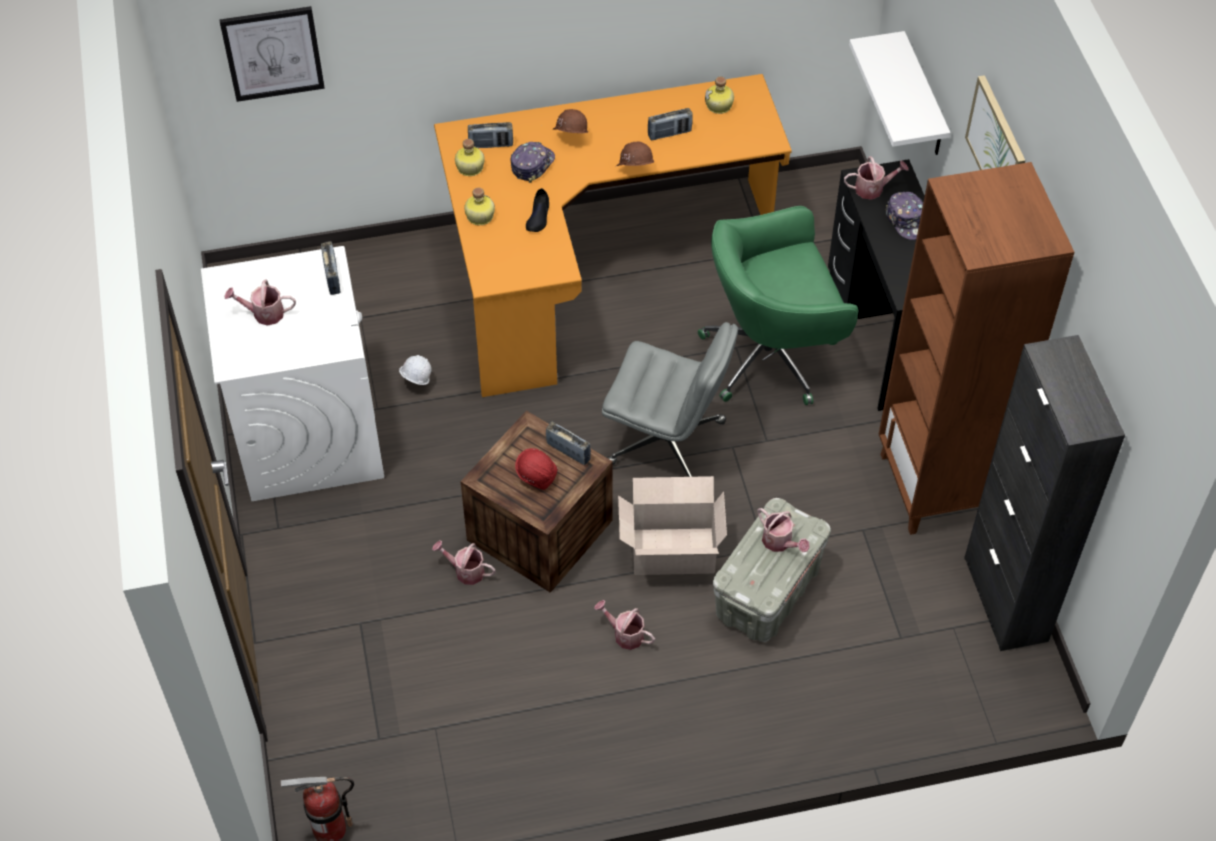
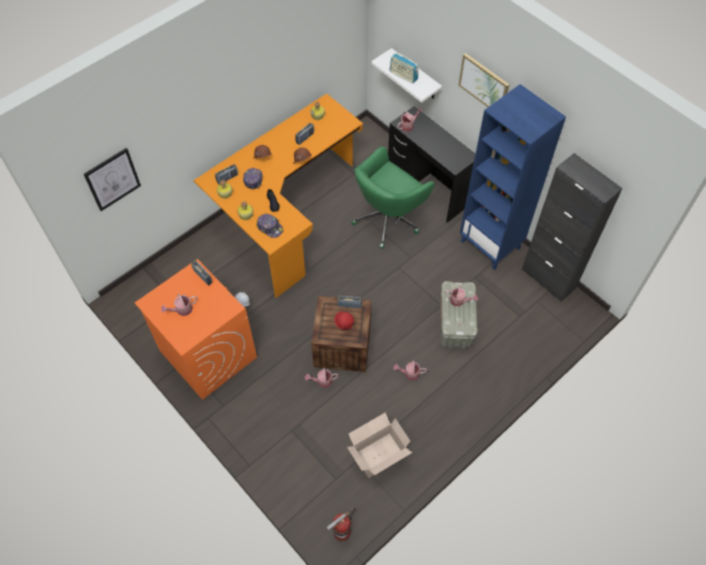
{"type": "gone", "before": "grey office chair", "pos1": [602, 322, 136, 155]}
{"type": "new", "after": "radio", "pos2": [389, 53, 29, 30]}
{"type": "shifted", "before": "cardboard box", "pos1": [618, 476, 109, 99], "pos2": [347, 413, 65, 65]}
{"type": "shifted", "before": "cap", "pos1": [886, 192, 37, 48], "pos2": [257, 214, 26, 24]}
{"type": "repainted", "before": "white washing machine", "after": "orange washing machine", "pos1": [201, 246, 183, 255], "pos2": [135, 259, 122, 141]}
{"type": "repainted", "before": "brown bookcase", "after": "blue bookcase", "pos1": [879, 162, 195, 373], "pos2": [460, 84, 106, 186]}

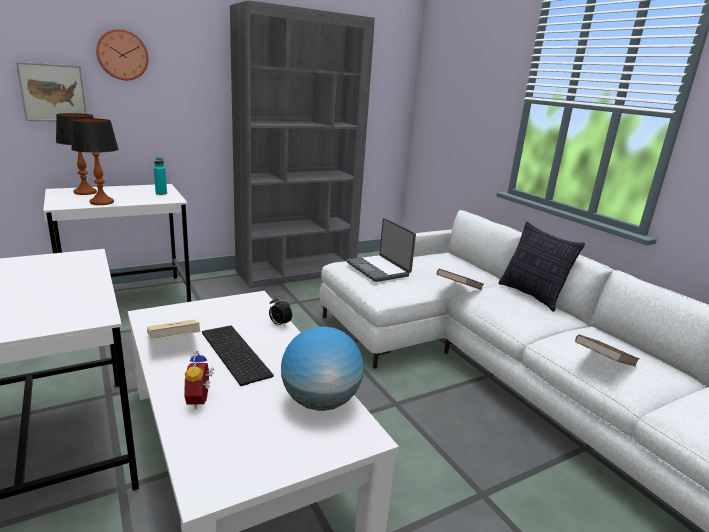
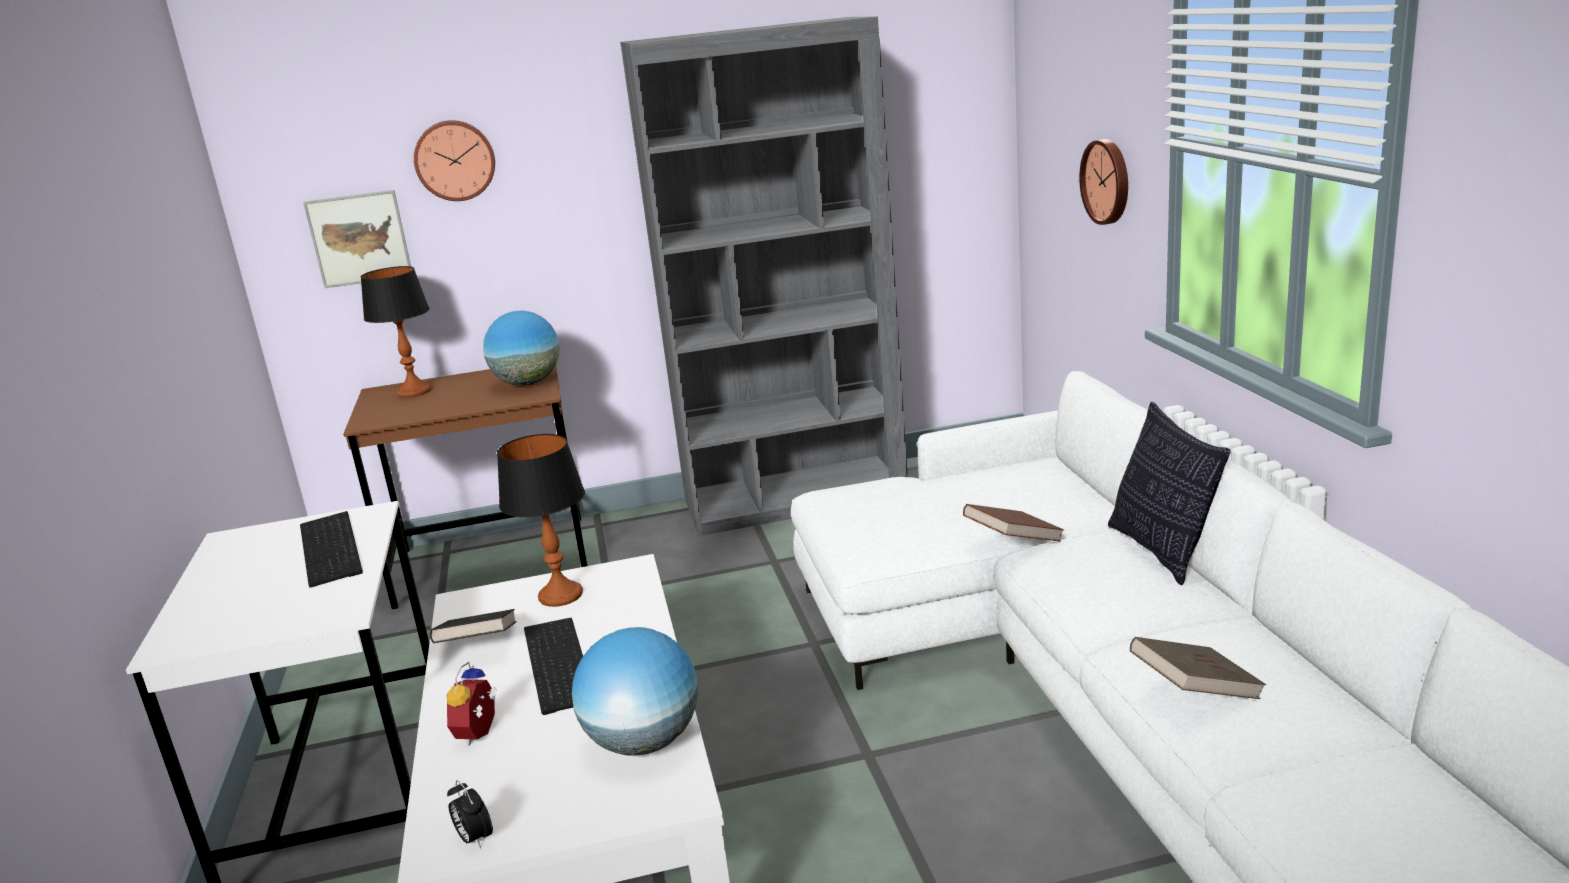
{"type": "gone", "before": "laptop", "pos1": [347, 218, 69, 64]}
{"type": "new", "after": "keyboard", "pos2": [300, 511, 63, 77]}
{"type": "new", "after": "wall clock", "pos2": [1079, 139, 49, 86]}
{"type": "shifted", "before": "table lamp", "pos1": [71, 118, 48, 87], "pos2": [497, 434, 88, 173]}
{"type": "shifted", "before": "alarm clock", "pos1": [269, 296, 23, 30], "pos2": [447, 780, 46, 69]}
{"type": "swapped", "before": "turquoise bottle", "after": "globe", "pos1": [154, 157, 13, 38], "pos2": [483, 311, 77, 75]}
{"type": "repainted", "before": "white desk", "after": "brown desk", "pos1": [43, 184, 148, 118], "pos2": [343, 365, 244, 244]}
{"type": "repainted", "before": "beige book", "after": "black book", "pos1": [147, 320, 54, 20], "pos2": [430, 609, 87, 34]}

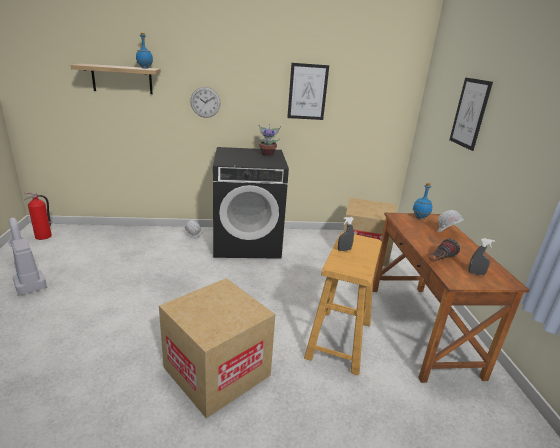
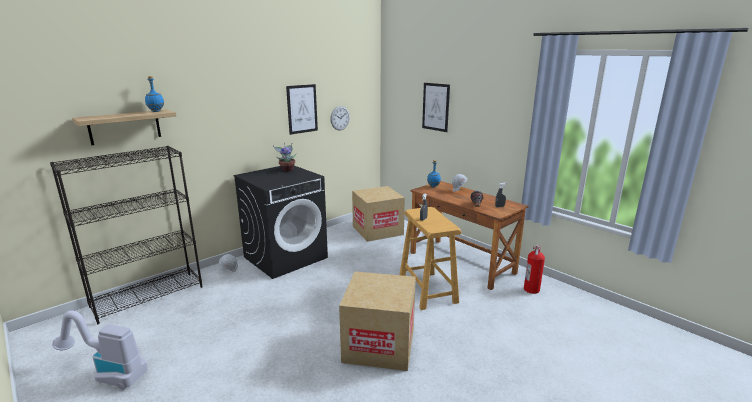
{"type": "new", "after": "black bookcase", "pos2": [50, 146, 153, 178]}
{"type": "shifted", "before": "fire extinguisher", "pos1": [24, 192, 28, 48], "pos2": [524, 245, 21, 49]}
{"type": "shifted", "before": "wall clock", "pos1": [190, 87, 31, 31], "pos2": [330, 106, 20, 24]}

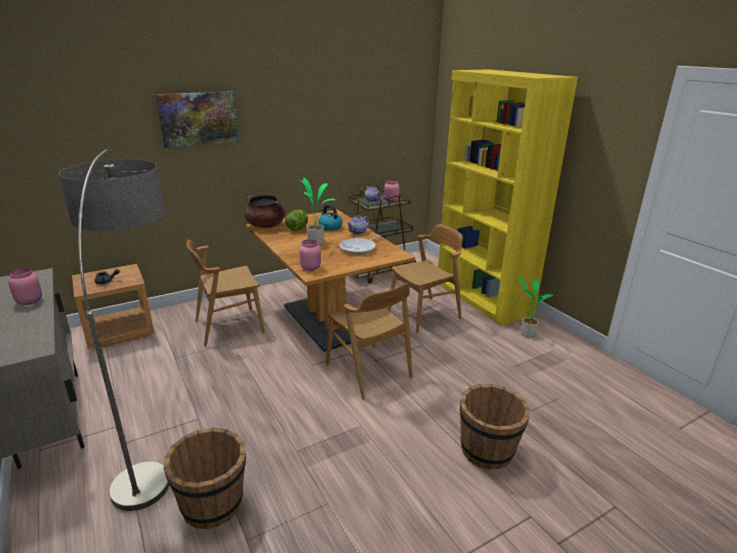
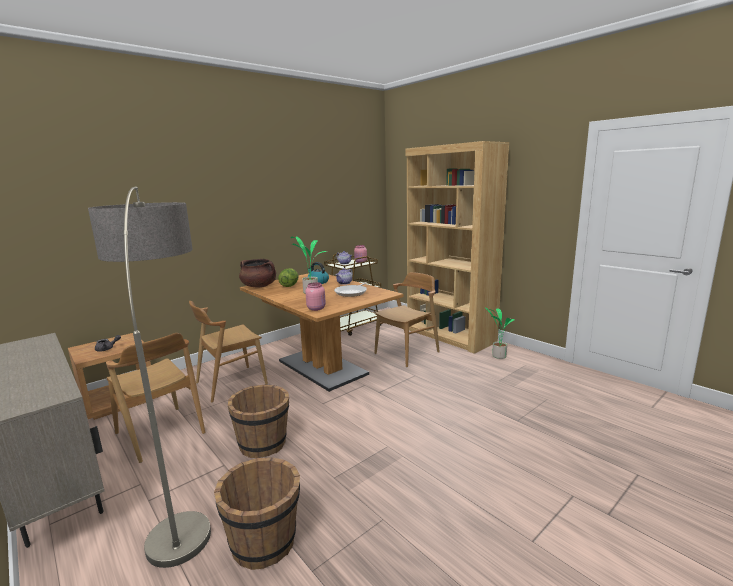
{"type": "gone", "before": "pink jar", "pos1": [8, 268, 34, 37]}
{"type": "gone", "before": "picture", "pos1": [156, 91, 83, 57]}
{"type": "shifted", "before": "brown chair", "pos1": [326, 283, 87, 117], "pos2": [106, 333, 99, 130]}
{"type": "shifted", "before": "brown bucket", "pos1": [460, 384, 70, 86], "pos2": [228, 384, 61, 74]}
{"type": "repainted", "before": "yellow bookcase", "after": "brown bookcase", "pos1": [438, 69, 140, 257], "pos2": [405, 141, 104, 213]}

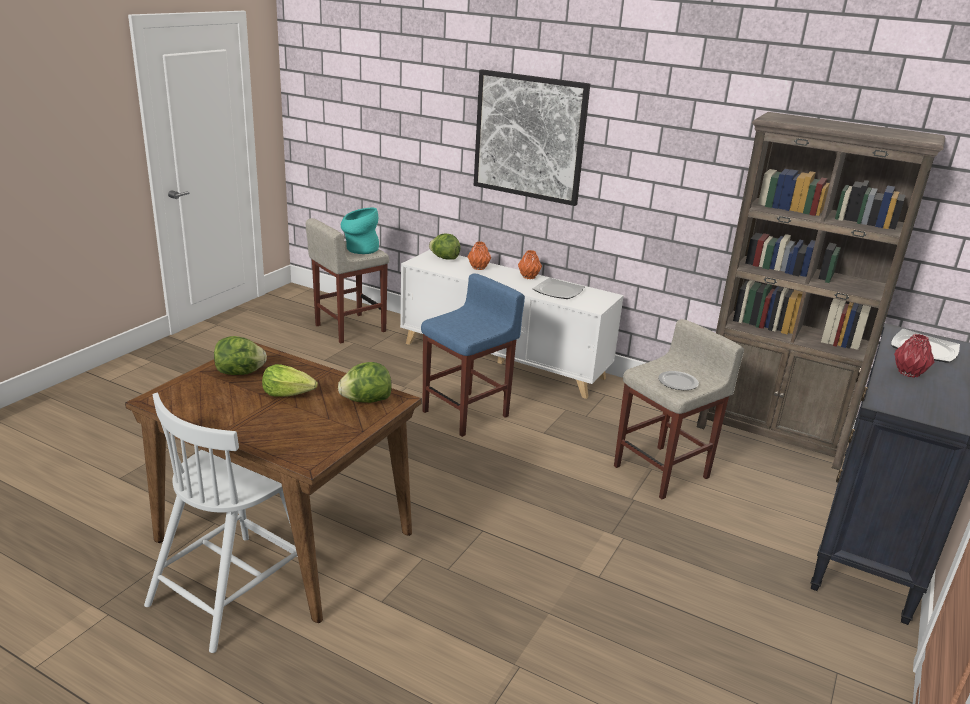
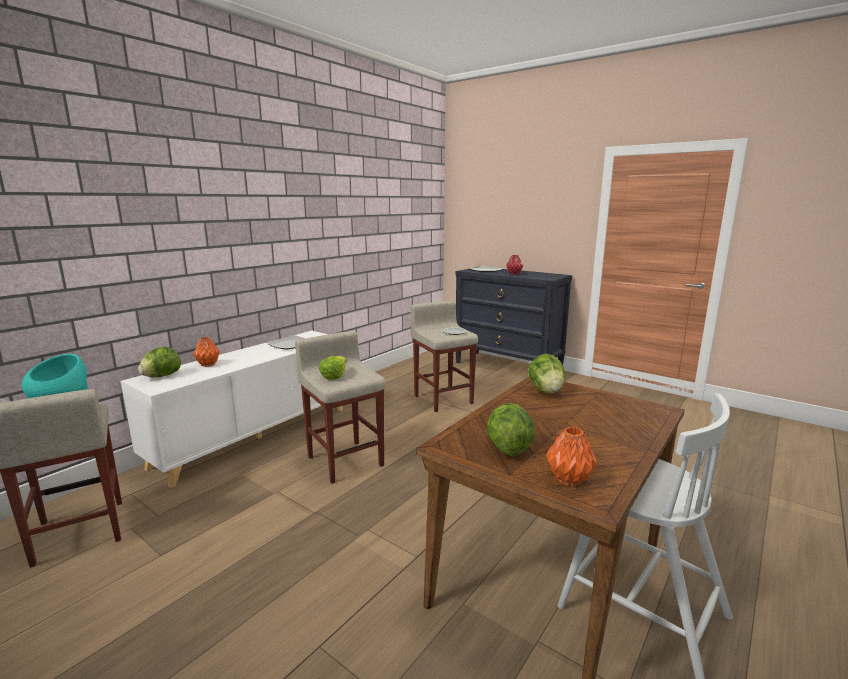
{"type": "gone", "before": "picture", "pos1": [474, 69, 116, 137]}
{"type": "gone", "before": "brown bookcase", "pos1": [697, 112, 248, 358]}
{"type": "shifted", "before": "lettuce", "pos1": [262, 364, 56, 33], "pos2": [319, 356, 27, 24]}
{"type": "shifted", "before": "orange vase", "pos1": [518, 250, 24, 29], "pos2": [546, 427, 51, 60]}
{"type": "repainted", "before": "blue stool", "after": "beige stool", "pos1": [421, 273, 104, 164], "pos2": [295, 331, 91, 153]}

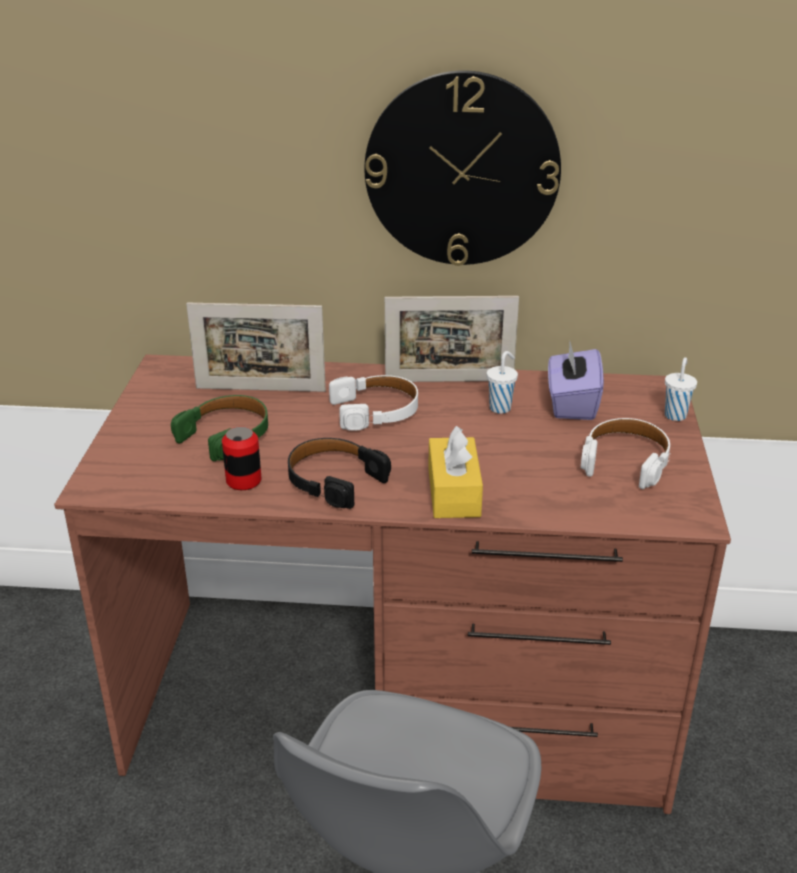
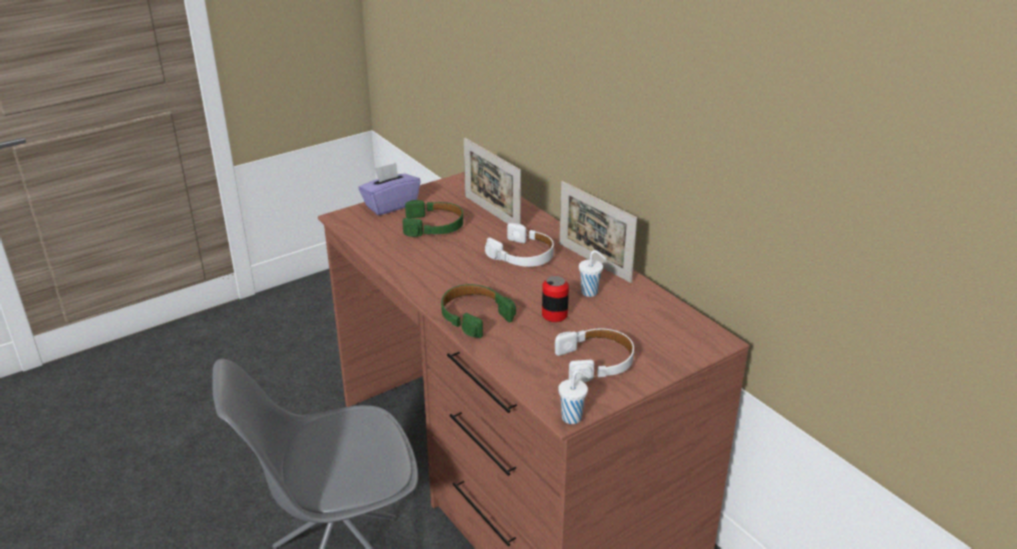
{"type": "gone", "before": "black headphones", "pos1": [288, 438, 103, 71]}
{"type": "gone", "before": "wall clock", "pos1": [364, 70, 197, 196]}
{"type": "shifted", "before": "can", "pos1": [222, 427, 39, 63], "pos2": [542, 276, 27, 46]}
{"type": "shifted", "before": "purple tissue box", "pos1": [548, 342, 56, 78], "pos2": [359, 163, 61, 52]}
{"type": "shifted", "before": "white cup", "pos1": [665, 357, 32, 64], "pos2": [558, 370, 32, 54]}
{"type": "swapped", "before": "yellow tissue box", "after": "green headphones", "pos1": [428, 426, 55, 92], "pos2": [441, 284, 75, 54]}

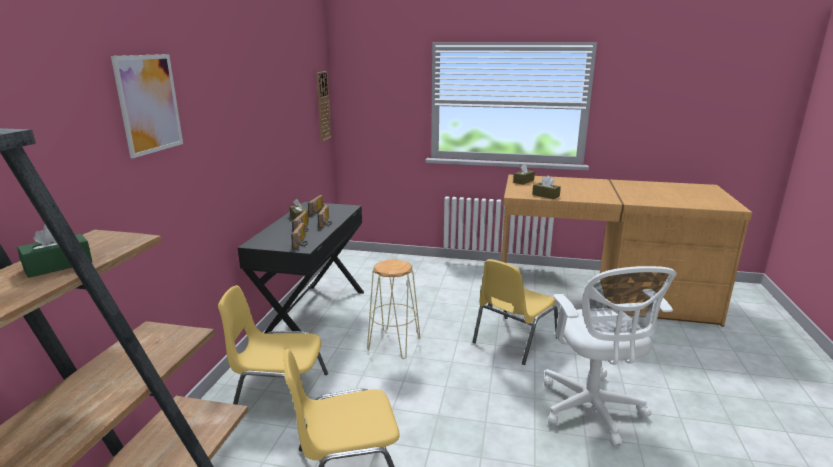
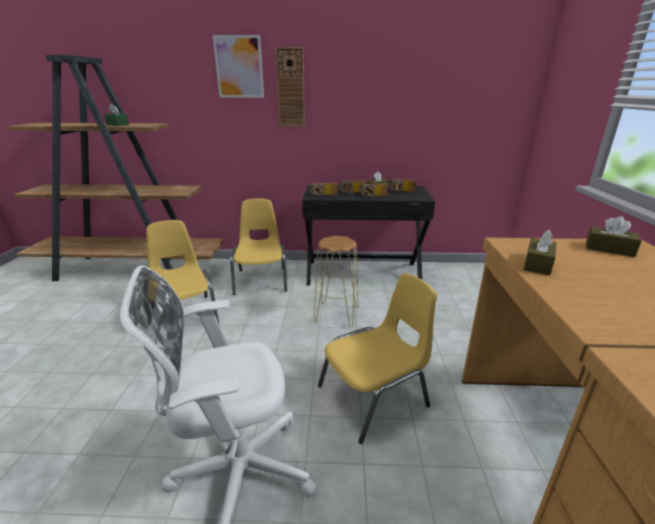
{"type": "shifted", "before": "wall clock", "pos1": [316, 71, 16, 71], "pos2": [275, 47, 30, 80]}
{"type": "rotated", "before": "yellow chair", "pos1": [473, 259, 85, 106], "pos2": [318, 273, 119, 171], "turn": 120}

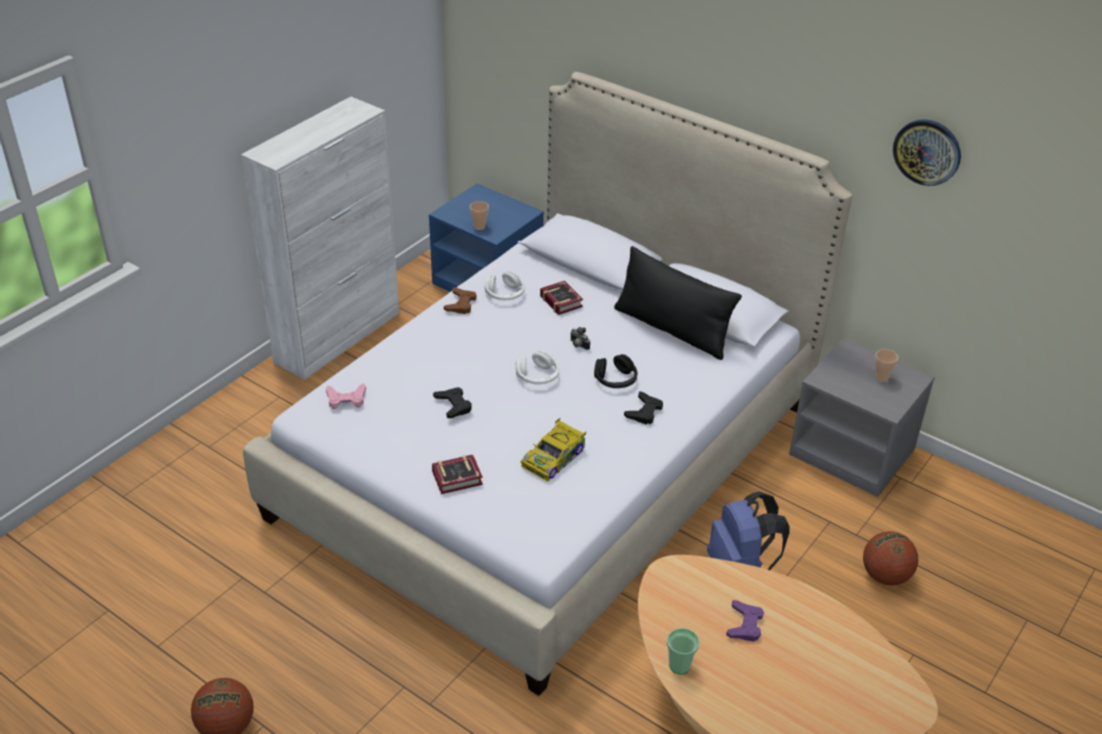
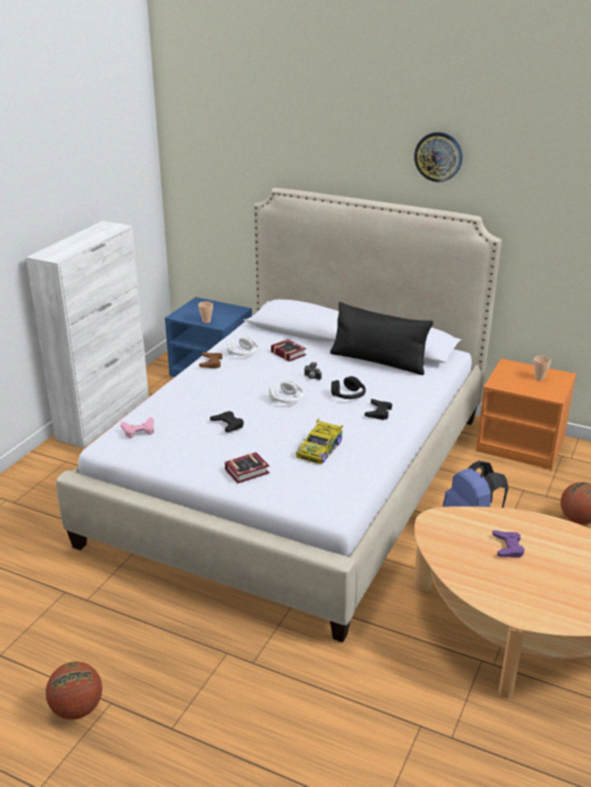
{"type": "gone", "before": "cup", "pos1": [667, 628, 33, 47]}
{"type": "shifted", "before": "wall clock", "pos1": [893, 119, 68, 67], "pos2": [414, 132, 48, 50]}
{"type": "repainted", "before": "grey nightstand", "after": "orange nightstand", "pos1": [789, 338, 146, 159], "pos2": [476, 359, 100, 111]}

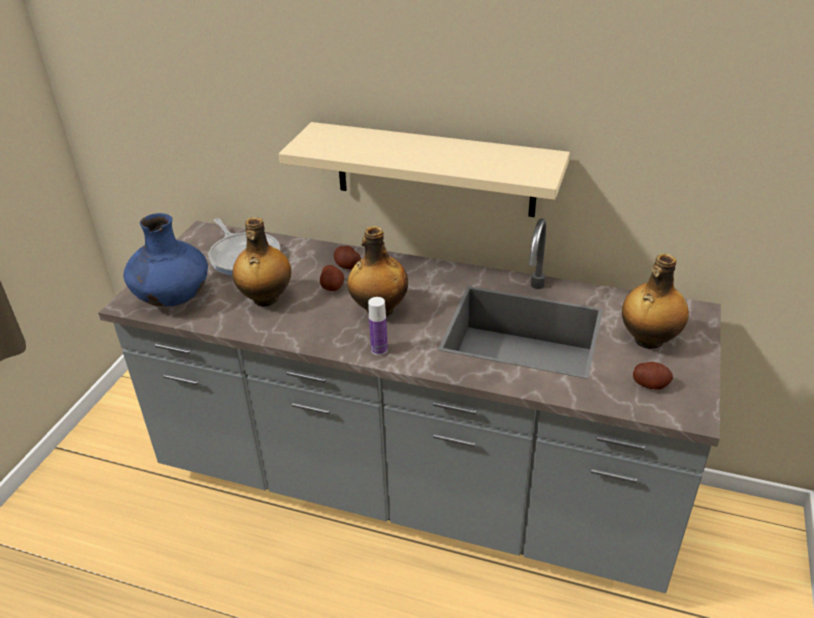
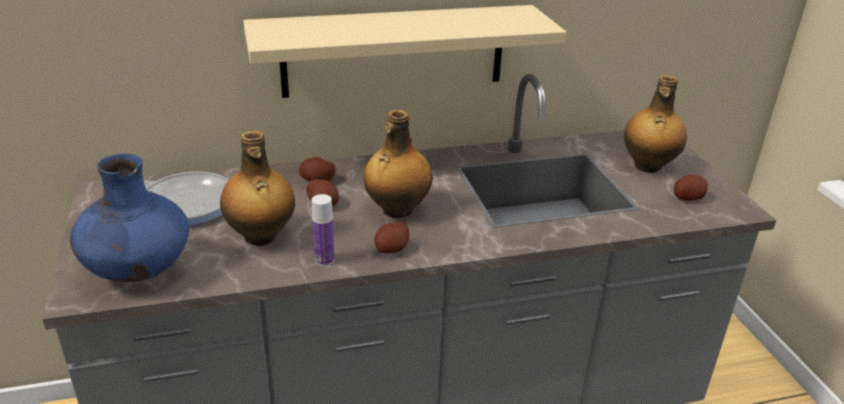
{"type": "new", "after": "potato", "pos2": [374, 222, 35, 32]}
{"type": "shifted", "before": "bottle", "pos1": [368, 297, 20, 58], "pos2": [312, 194, 23, 72]}

